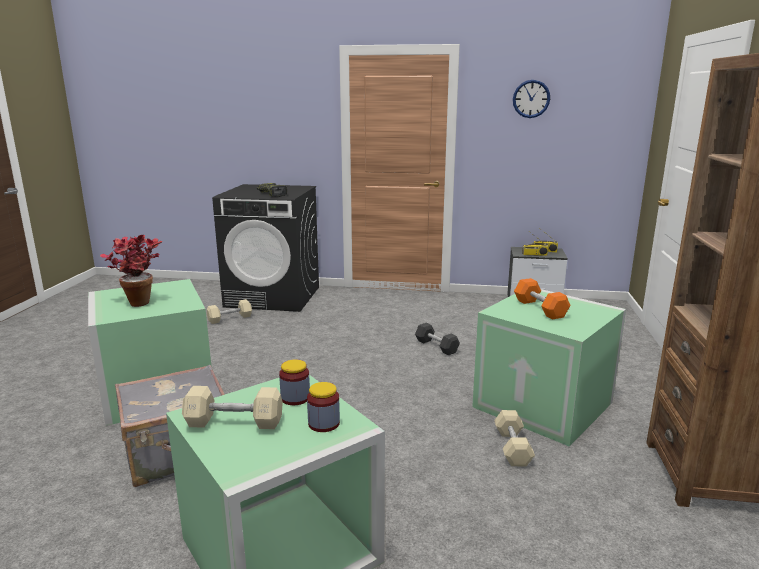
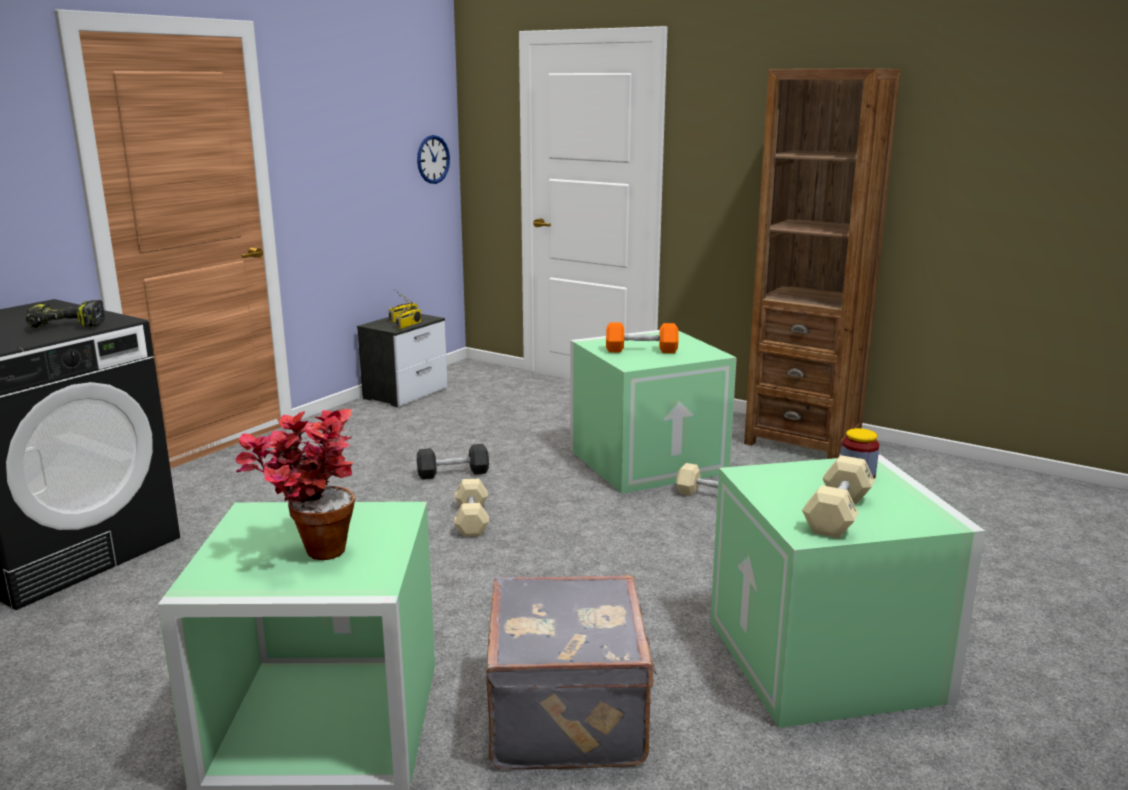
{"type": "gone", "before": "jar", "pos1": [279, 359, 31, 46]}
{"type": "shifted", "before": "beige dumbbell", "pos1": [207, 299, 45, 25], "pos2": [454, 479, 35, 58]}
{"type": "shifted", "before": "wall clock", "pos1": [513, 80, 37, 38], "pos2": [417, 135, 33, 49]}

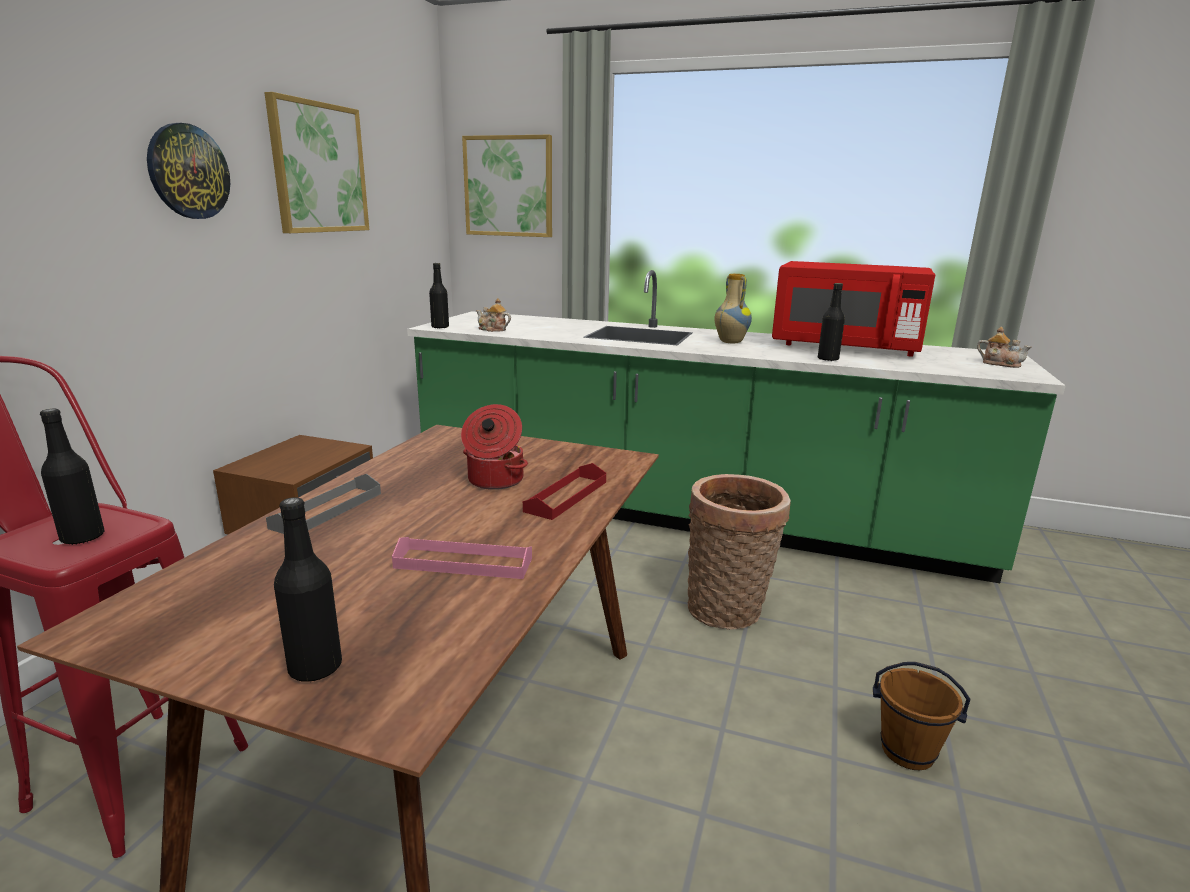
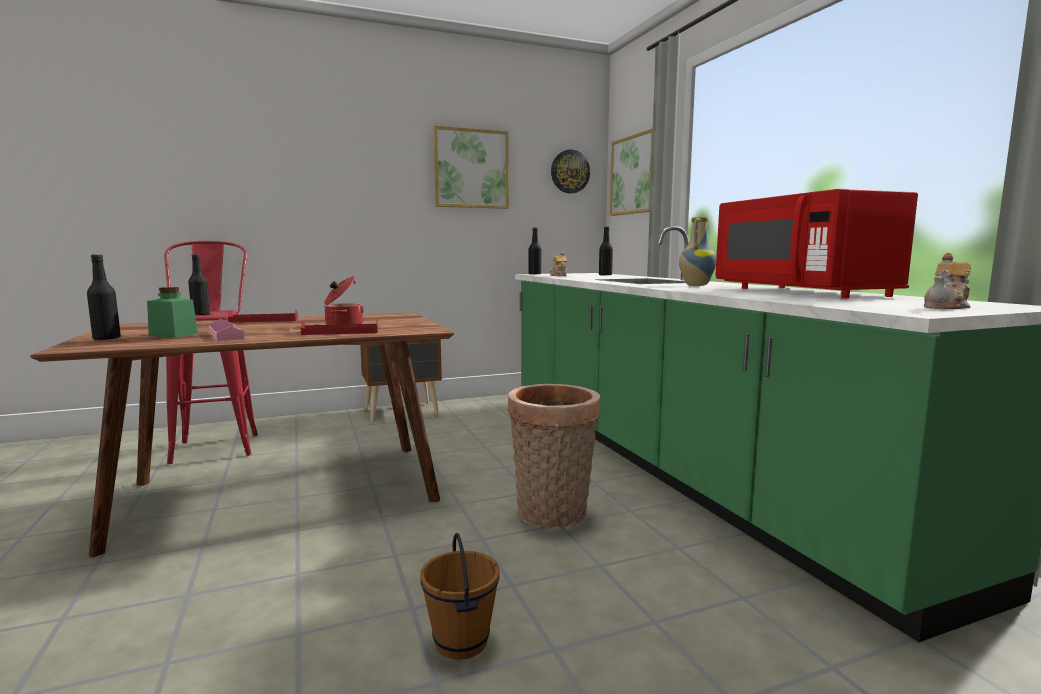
{"type": "new", "after": "green jar", "pos2": [147, 287, 51, 51]}
{"type": "shifted", "before": "wall clock", "pos1": [147, 123, 83, 96], "pos2": [551, 150, 39, 44]}
{"type": "shifted", "before": "black bottle", "pos1": [818, 283, 27, 78], "pos2": [599, 227, 14, 48]}
{"type": "repainted", "before": "grey tray", "after": "red tray", "pos1": [266, 474, 115, 60], "pos2": [228, 310, 70, 13]}
{"type": "rotated", "before": "teapot", "pos1": [977, 327, 54, 41], "pos2": [924, 253, 47, 56], "turn": 45}

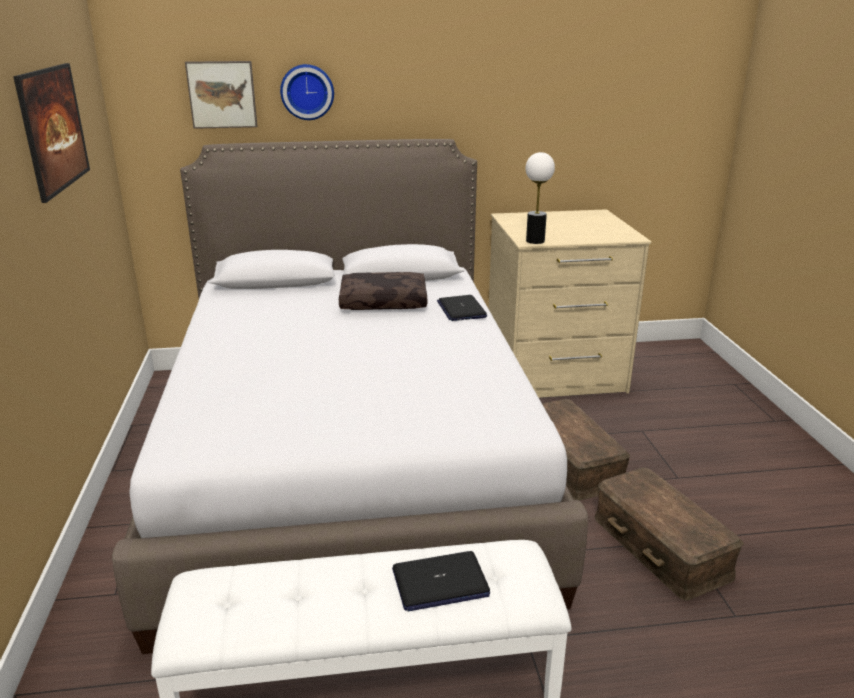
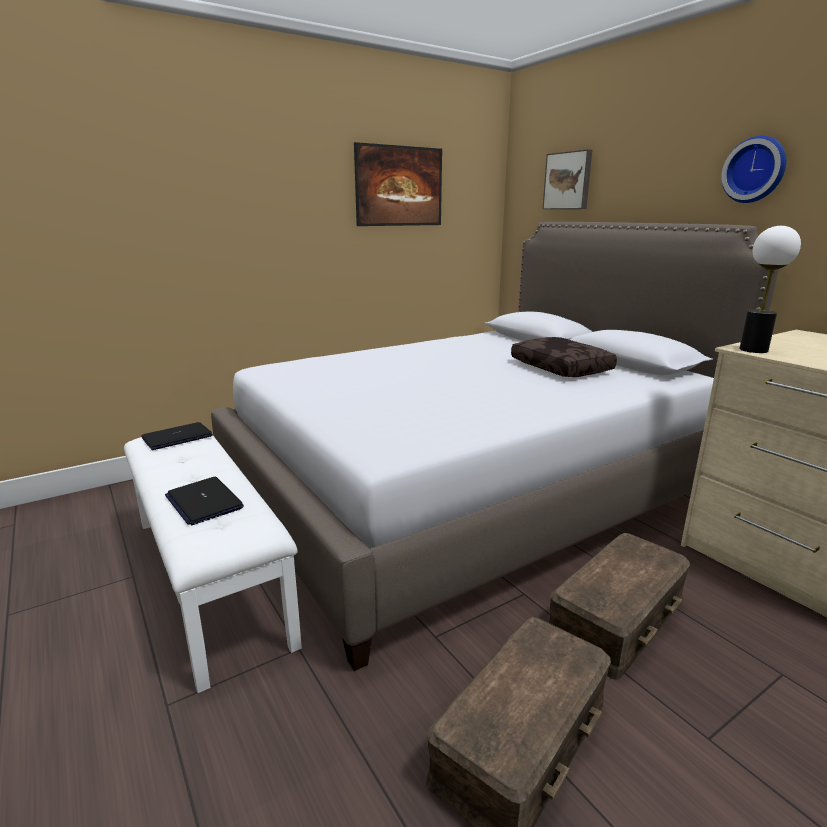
{"type": "shifted", "before": "wall clock", "pos1": [280, 64, 54, 56], "pos2": [721, 136, 66, 67]}
{"type": "shifted", "before": "laptop", "pos1": [437, 295, 50, 26], "pos2": [142, 422, 71, 28]}

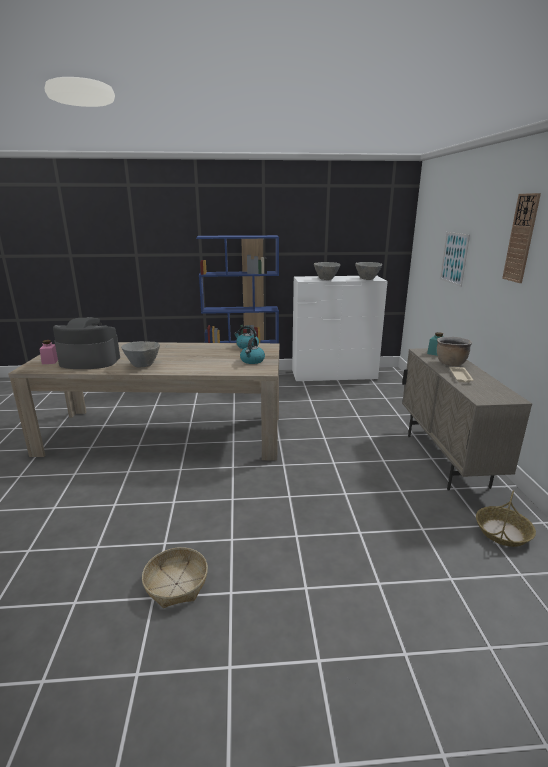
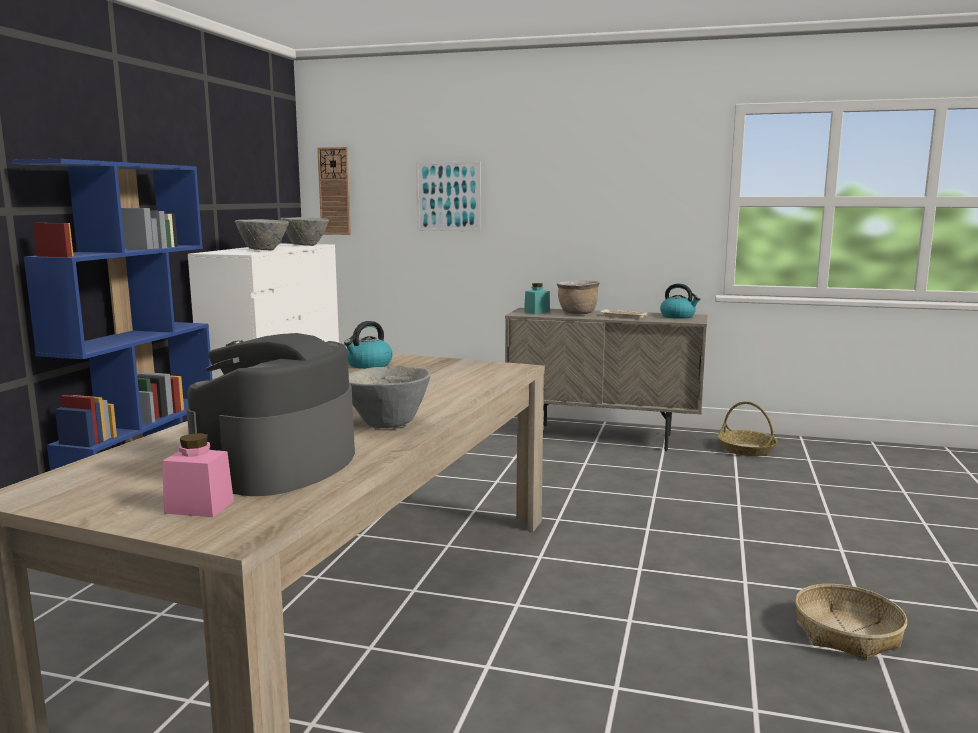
{"type": "shifted", "before": "kettle", "pos1": [240, 337, 25, 27], "pos2": [660, 283, 40, 36]}
{"type": "shifted", "before": "wall clock", "pos1": [502, 193, 39, 90], "pos2": [317, 147, 34, 88]}

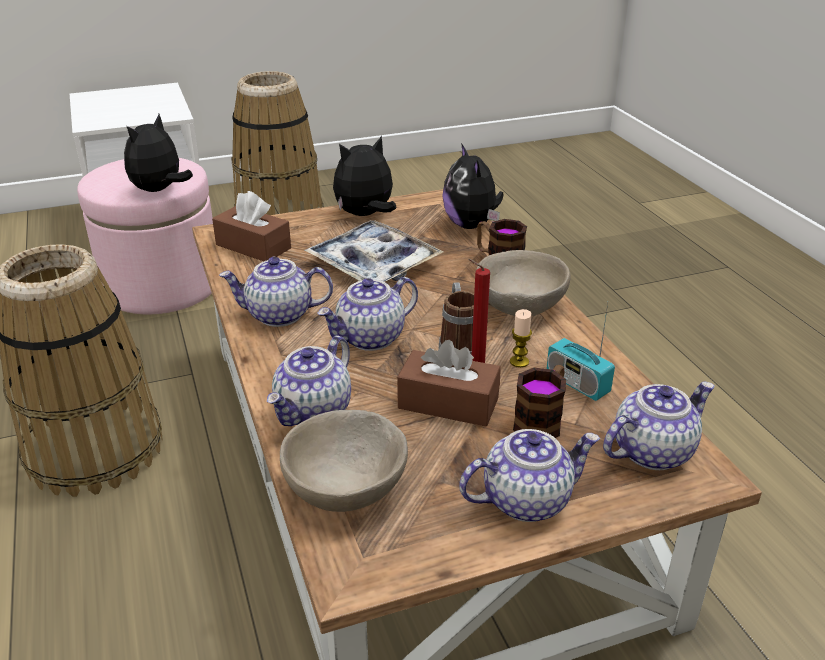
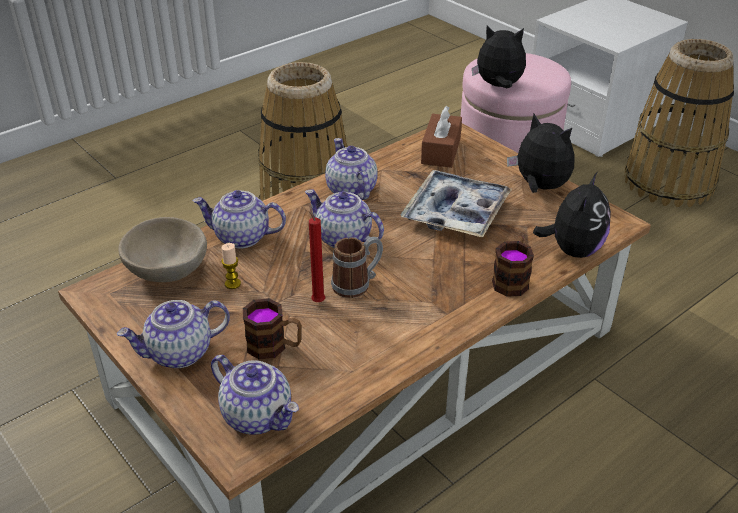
{"type": "gone", "before": "brown tissue box", "pos1": [397, 340, 104, 87]}
{"type": "gone", "before": "beige bowl", "pos1": [476, 250, 95, 66]}
{"type": "gone", "before": "radio", "pos1": [546, 304, 69, 97]}
{"type": "shifted", "before": "candle", "pos1": [510, 309, 22, 59], "pos2": [221, 243, 20, 46]}
{"type": "rotated", "before": "plush toy", "pos1": [442, 143, 62, 86], "pos2": [533, 171, 78, 87], "turn": 150}
{"type": "rotated", "before": "teapot", "pos1": [459, 429, 141, 93], "pos2": [117, 300, 113, 68], "turn": 105}

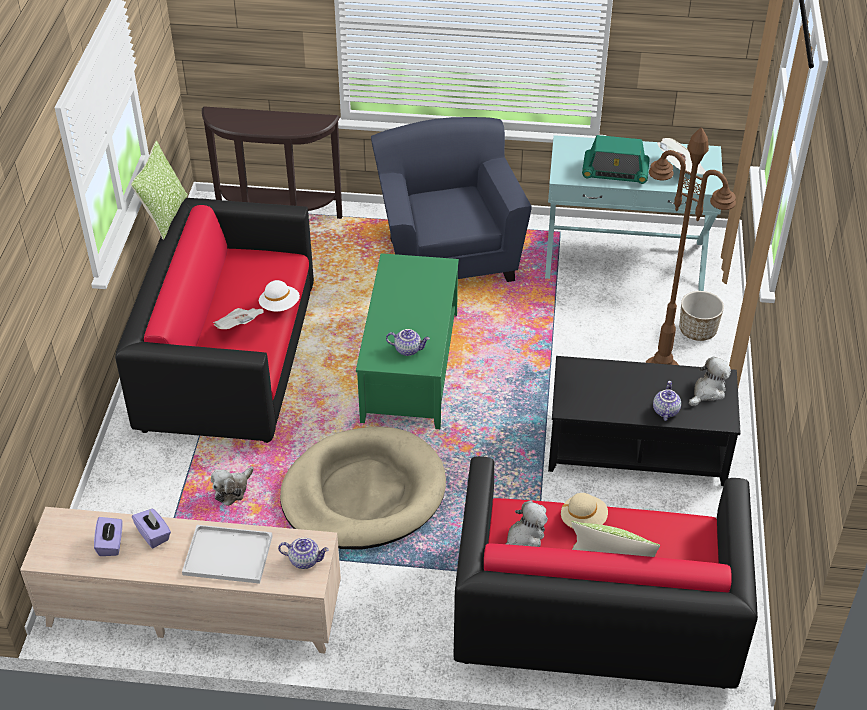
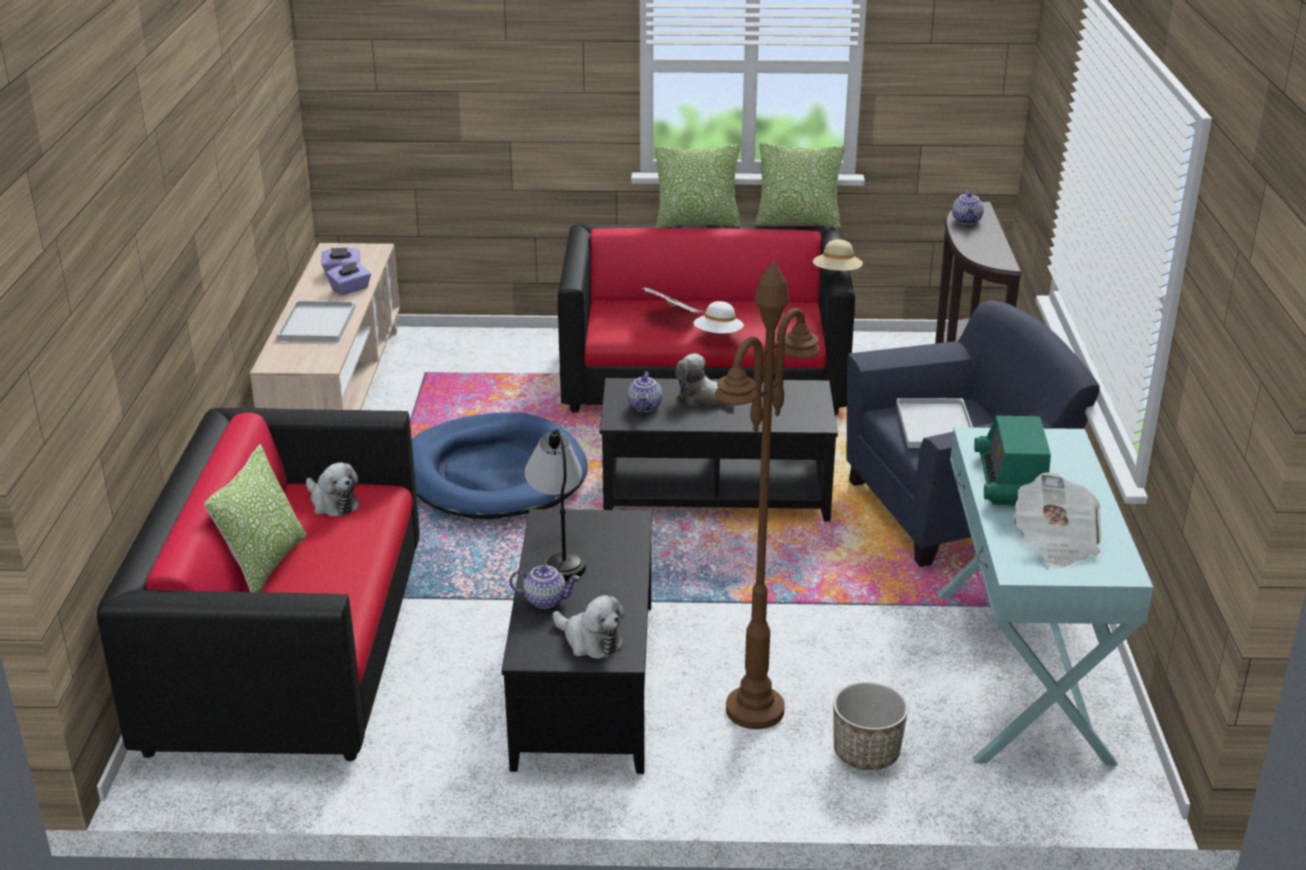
{"type": "new", "after": "table lamp", "pos2": [525, 429, 61, 152]}
{"type": "new", "after": "pillow", "pos2": [655, 144, 86, 84]}
{"type": "new", "after": "white tray", "pos2": [896, 398, 77, 50]}
{"type": "shifted", "before": "plush toy", "pos1": [211, 466, 43, 40], "pos2": [675, 353, 60, 54]}
{"type": "shifted", "before": "teapot", "pos1": [278, 538, 51, 31], "pos2": [952, 190, 32, 35]}
{"type": "shifted", "before": "beige hat", "pos1": [561, 493, 47, 35], "pos2": [813, 239, 50, 32]}
{"type": "repainted", "before": "beige dog bed", "after": "blue dog bed", "pos1": [280, 427, 166, 122], "pos2": [412, 413, 176, 106]}
{"type": "repainted", "before": "green coffee table", "after": "black coffee table", "pos1": [356, 253, 103, 176], "pos2": [599, 378, 239, 144]}

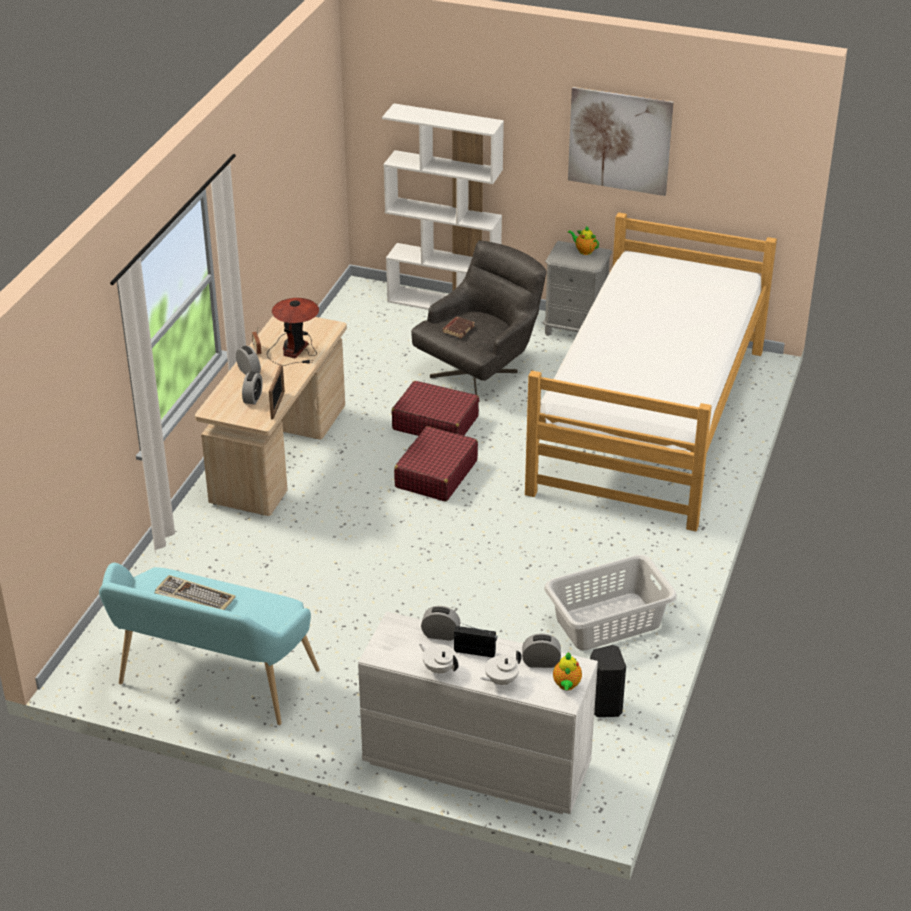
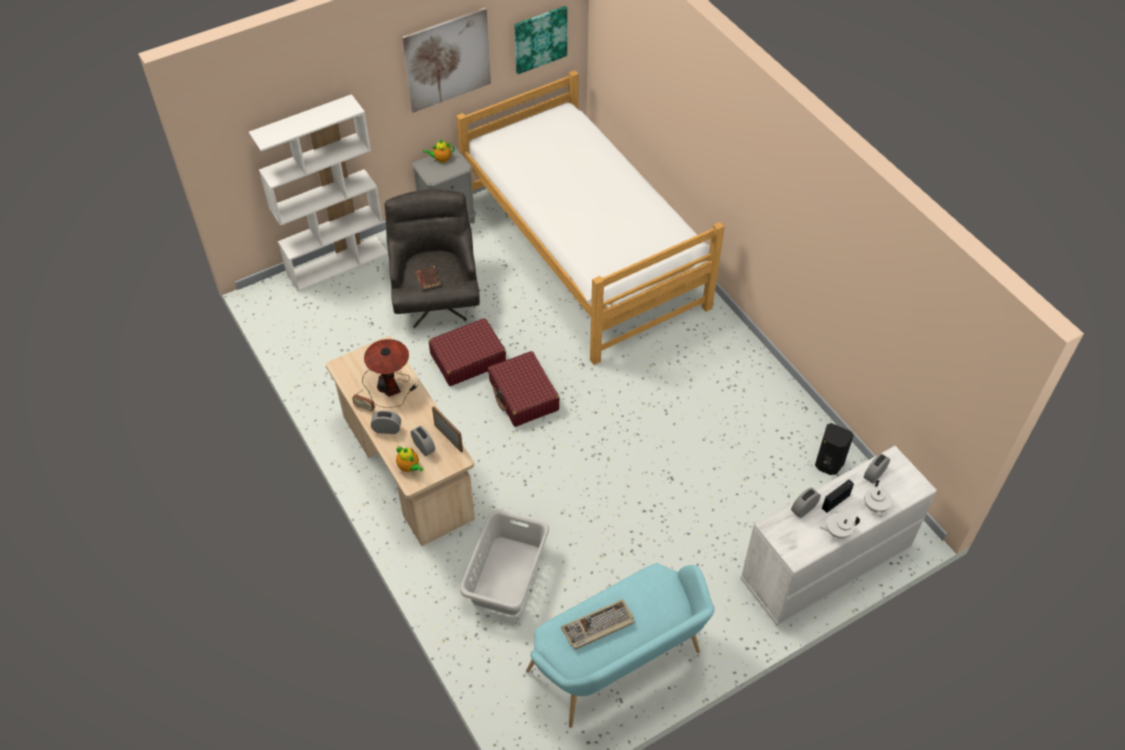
{"type": "new", "after": "picture", "pos2": [514, 6, 53, 68]}
{"type": "shifted", "before": "grey laundry basket", "pos1": [544, 555, 133, 95], "pos2": [460, 509, 89, 106]}
{"type": "shifted", "before": "teapot", "pos1": [553, 651, 29, 39], "pos2": [396, 447, 27, 25]}

